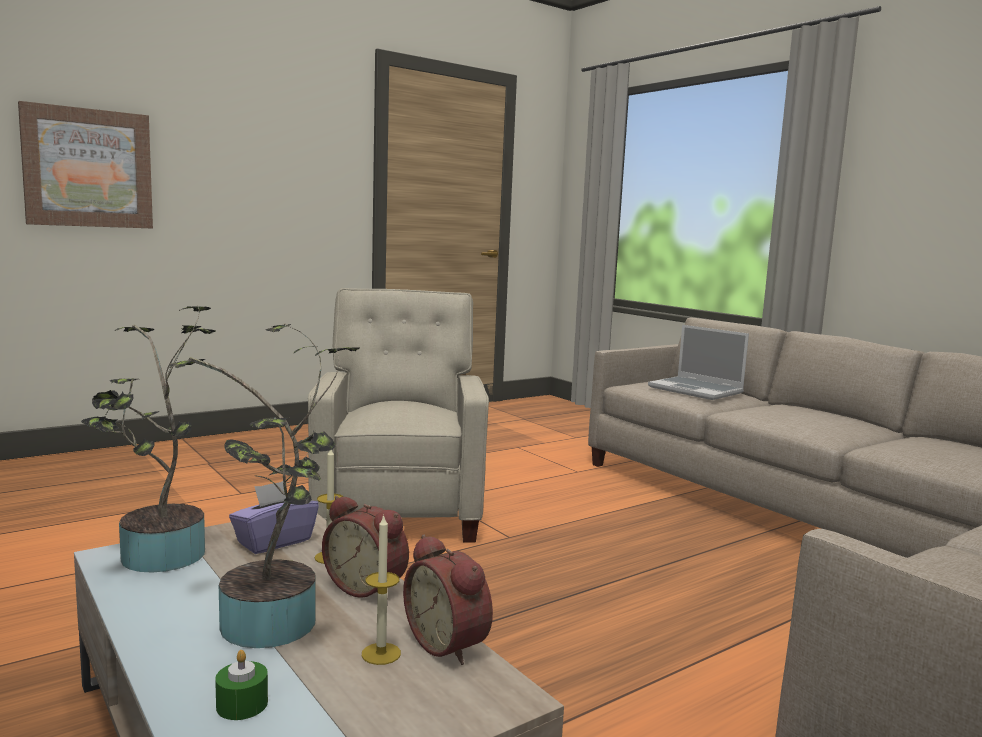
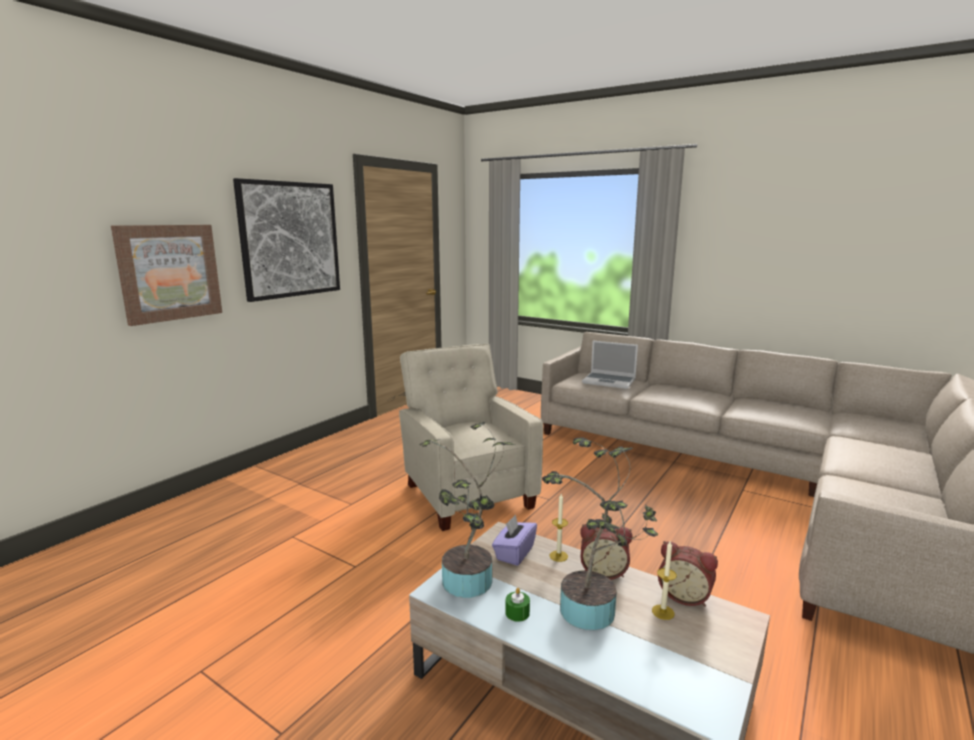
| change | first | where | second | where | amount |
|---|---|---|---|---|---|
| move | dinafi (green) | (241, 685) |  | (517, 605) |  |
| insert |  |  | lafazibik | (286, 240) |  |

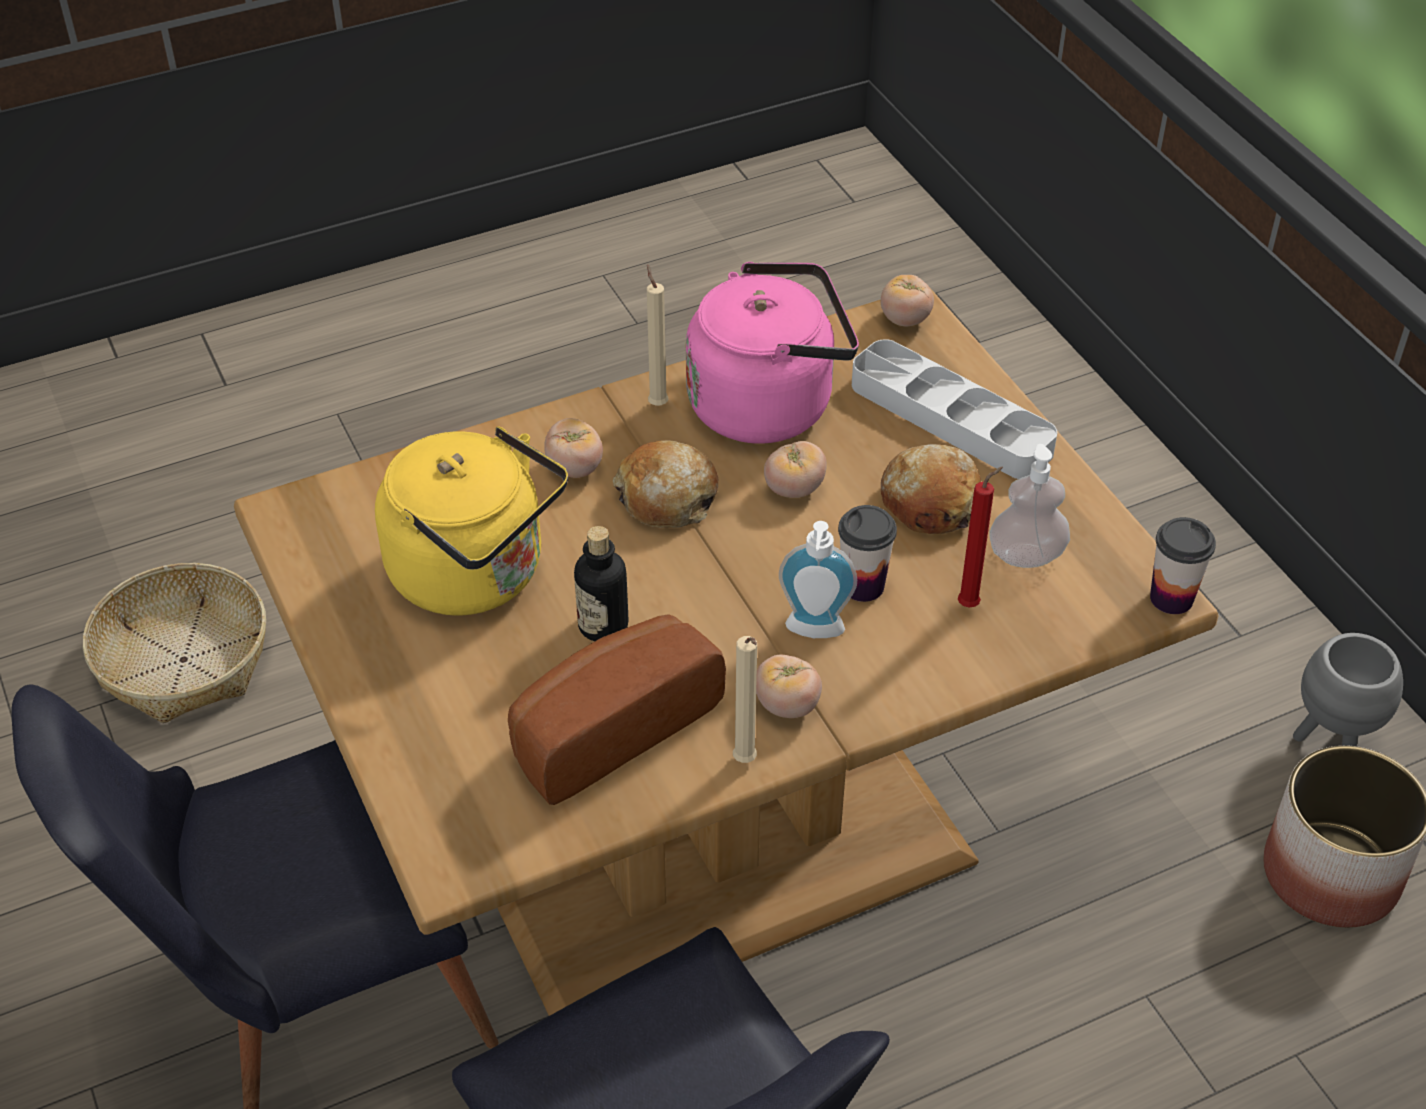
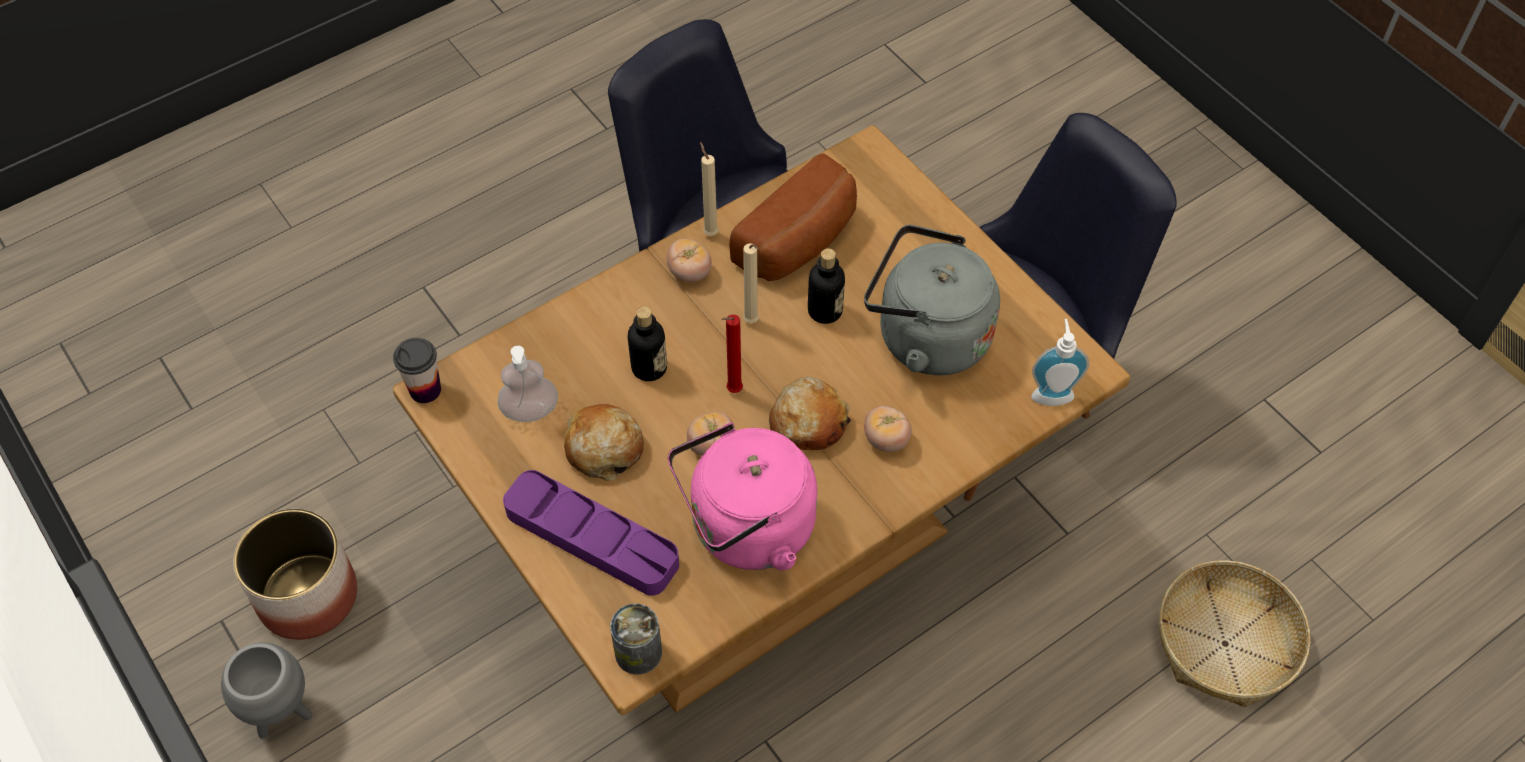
| change | first | where | second | where | amount |
|---|---|---|---|---|---|
| move | dinafi (beige) | (657, 335) |  | (751, 283) |  |
| replace | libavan | (907, 300) | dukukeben | (636, 639) |  |
| recolor | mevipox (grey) | (954, 409) | mevipox (purple) | (591, 533) |  |
| recolor | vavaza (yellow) | (471, 520) | vavaza (grey) | (932, 300) |  |
| move | dinafi (red) | (980, 537) |  | (732, 353) |  |
| replace | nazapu | (867, 553) | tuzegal | (647, 343) |  |
| move | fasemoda | (818, 579) |  | (1060, 362) |  |

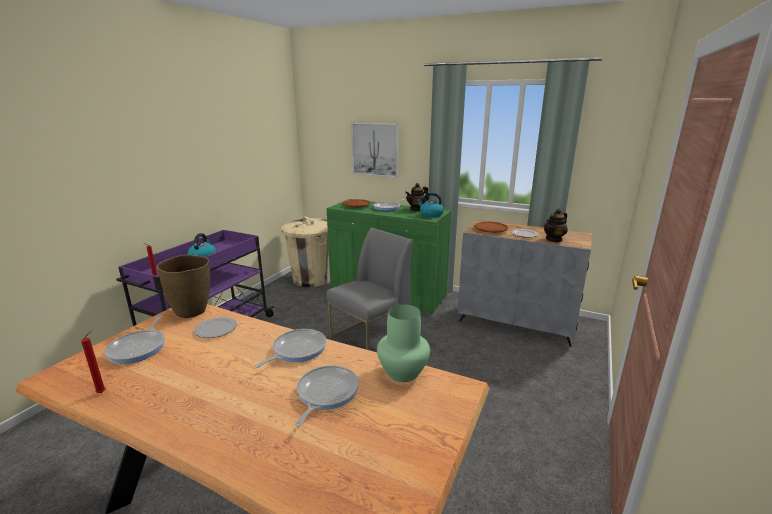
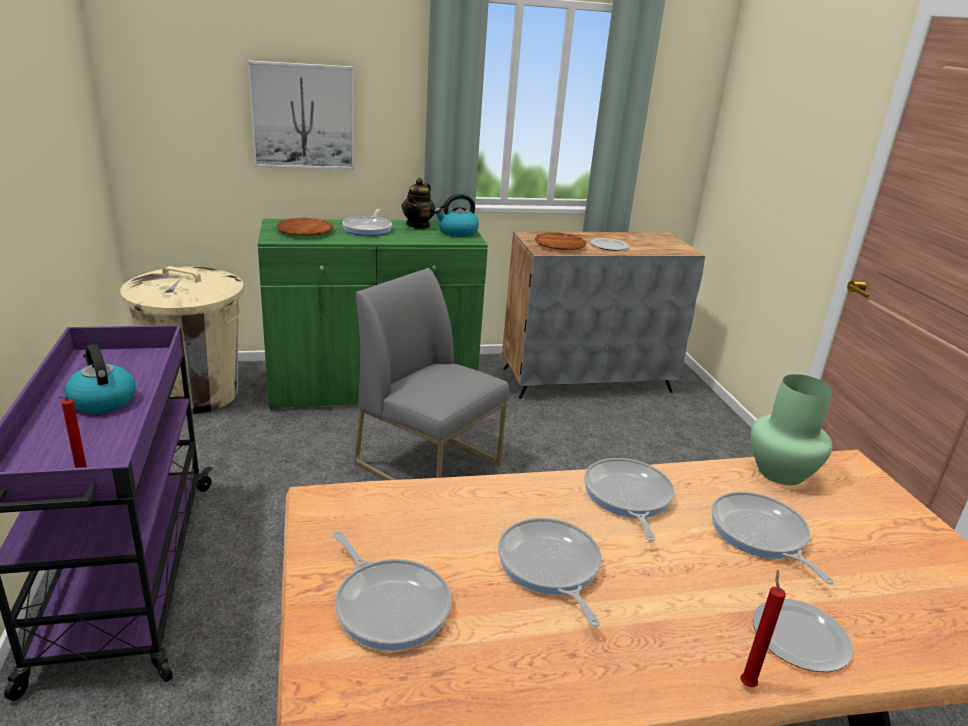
| change | first | where | second | where | amount |
|---|---|---|---|---|---|
| delete | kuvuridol | (556, 225) |  |  |  |
| rotate | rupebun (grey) | (369, 289) |  | (431, 374) | 60 degrees counterclockwise |
| delete | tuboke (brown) | (183, 286) |  |  |  |
| move | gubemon | (215, 327) |  | (803, 635) |  |
| move | dinafi (red) | (93, 361) |  | (763, 628) |  |
| insert |  |  | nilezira | (550, 572) |  |

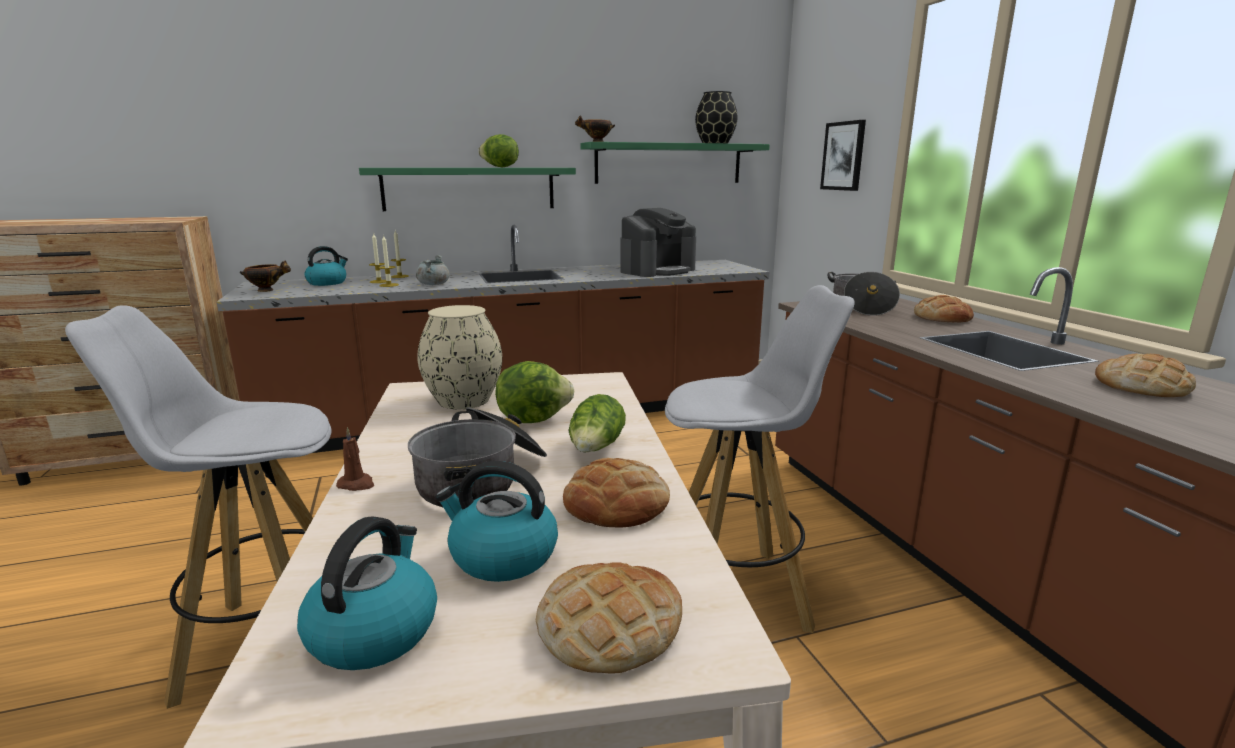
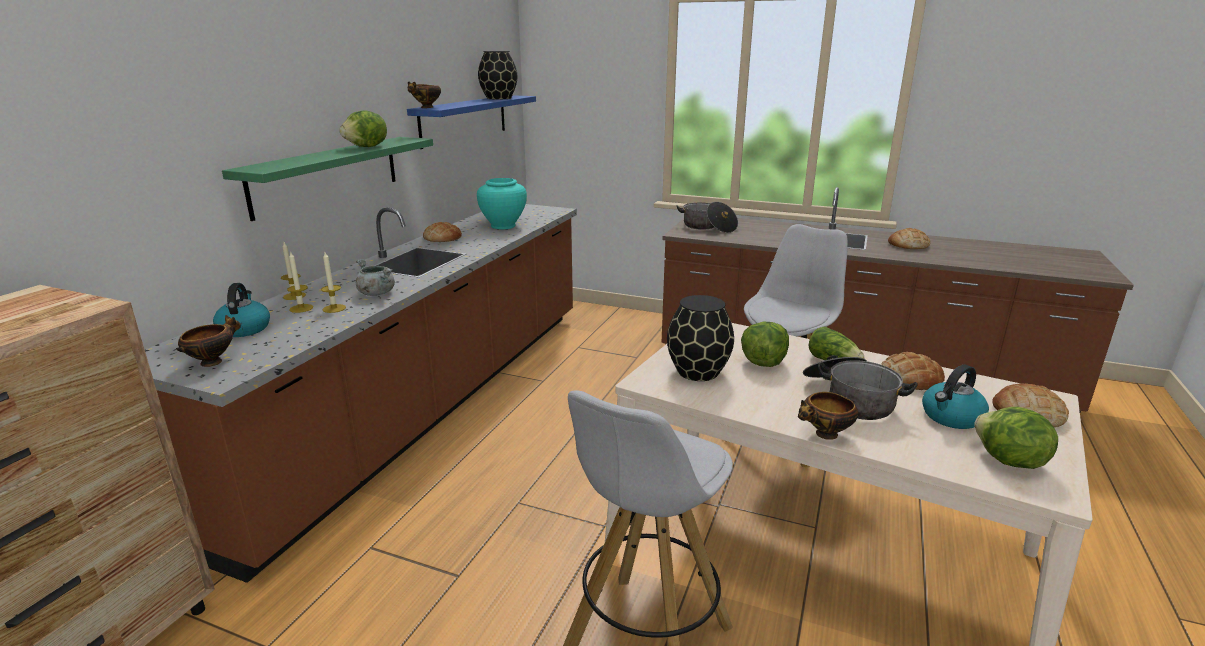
| change | first | where | second | where | amount |
|---|---|---|---|---|---|
| delete | lafazibik | (843, 155) |  |  |  |
| recolor | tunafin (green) | (675, 163) | tunafin (blue) | (471, 122) |  |
| replace | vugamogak | (658, 242) | tuboke (turquoise) | (502, 203) |  |
| move | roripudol | (944, 309) |  | (442, 232) |  |
| recolor | tuboke (beige) | (459, 357) | tuboke (black) | (700, 338) |  |
| replace | dinafi (brown) | (355, 459) | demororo | (828, 416) |  |
| replace | vavaza | (367, 593) | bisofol | (1016, 438) |  |

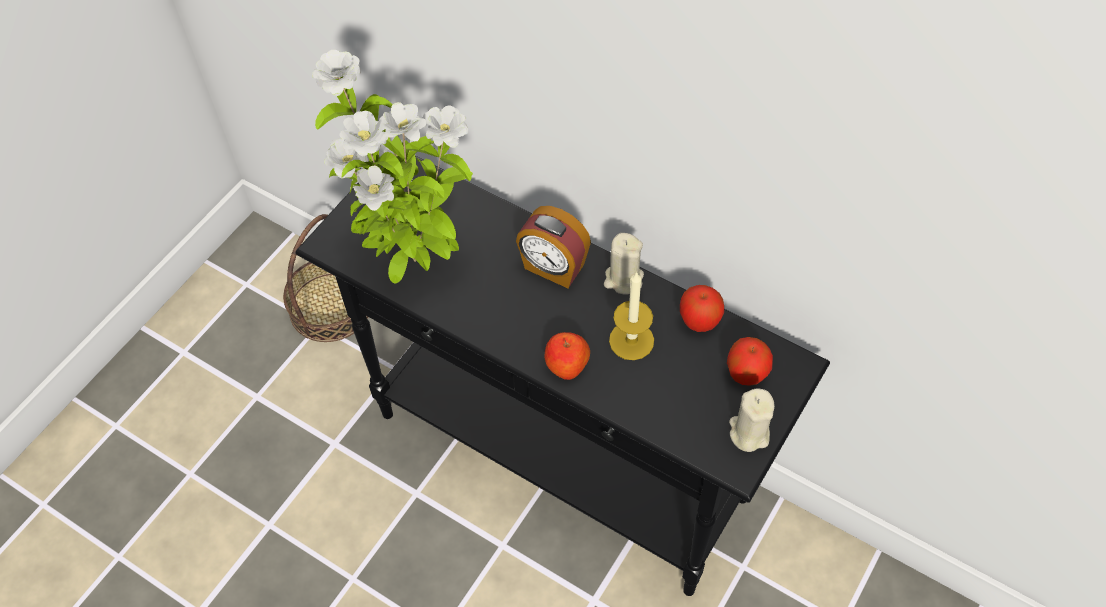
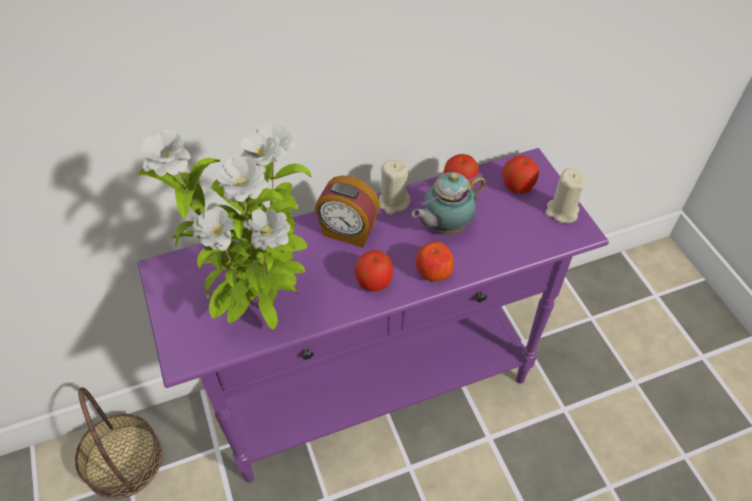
| change | first | where | second | where | amount |
|---|---|---|---|---|---|
| recolor | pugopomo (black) | (562, 376) | pugopomo (purple) | (373, 315) |  |
| rotate | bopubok | (553, 247) |  | (347, 211) | 45 degrees clockwise |
| replace | dinafi | (631, 316) | kuvuridol | (448, 203) |  |
| insert |  |  | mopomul | (374, 271) |  |

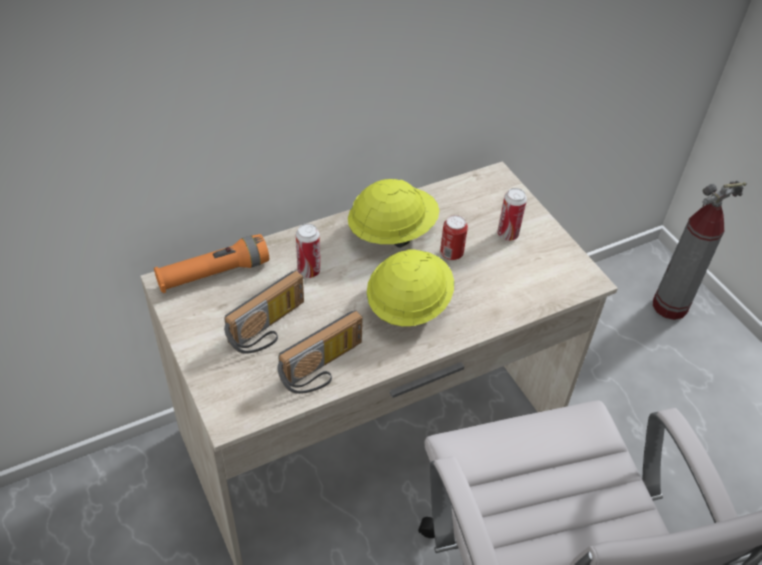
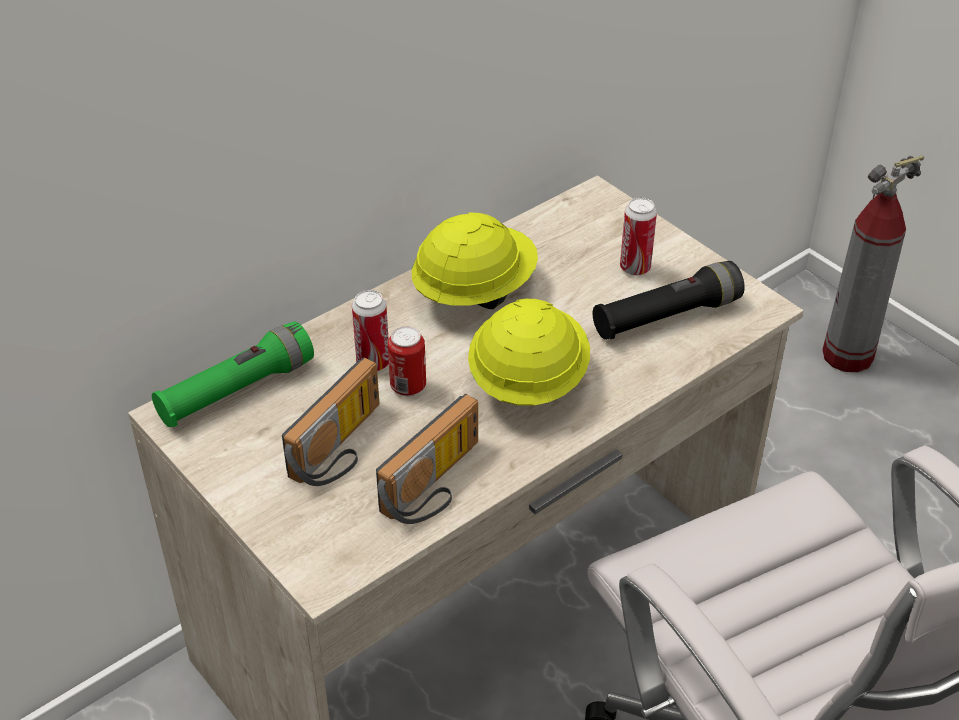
| change | first | where | second | where | amount |
|---|---|---|---|---|---|
| move | dukukeben | (454, 238) |  | (407, 361) |  |
| recolor | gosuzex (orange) | (211, 263) | gosuzex (green) | (233, 374) |  |
| insert |  |  | gosuzex (black) | (669, 300) |  |

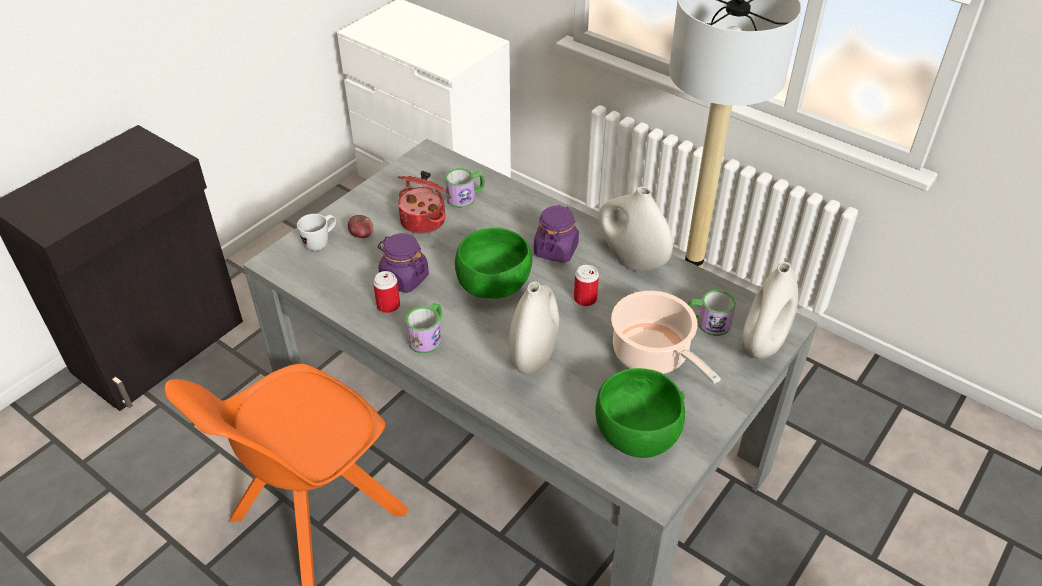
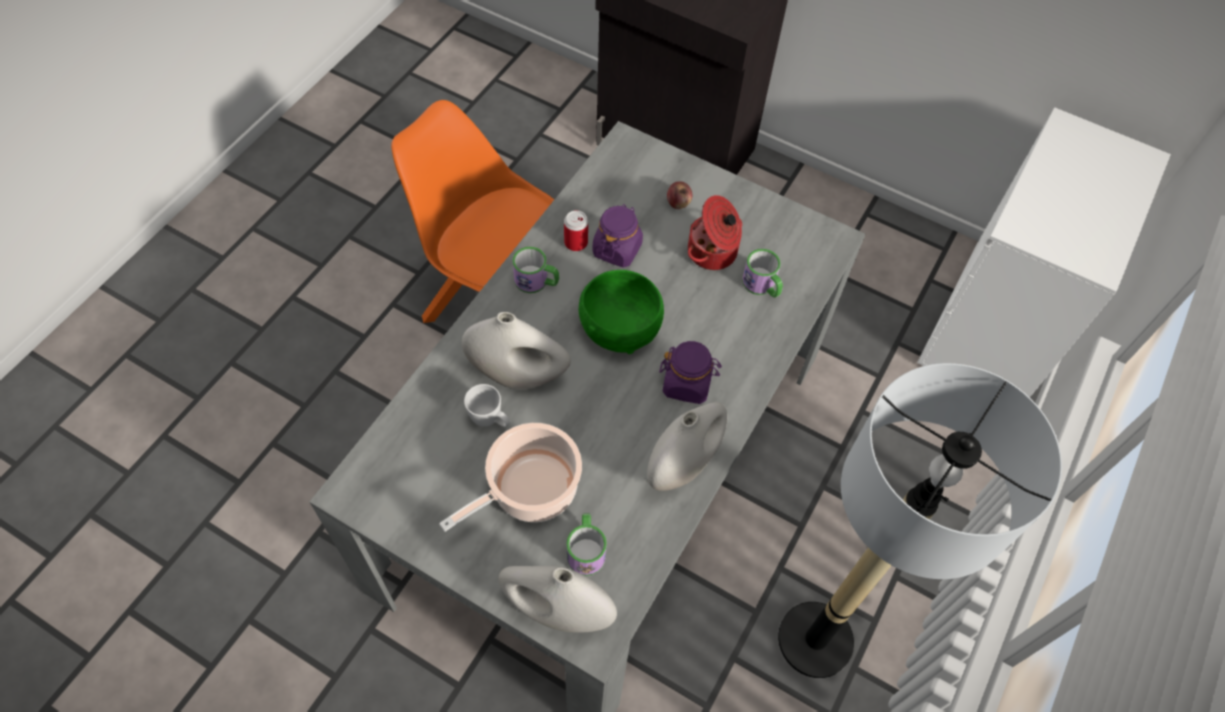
| change | first | where | second | where | amount |
|---|---|---|---|---|---|
| move | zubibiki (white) | (316, 232) |  | (487, 405) |  |
| delete | dukukeben | (586, 285) |  |  |  |
| delete | demororo (green) | (640, 413) |  |  |  |

